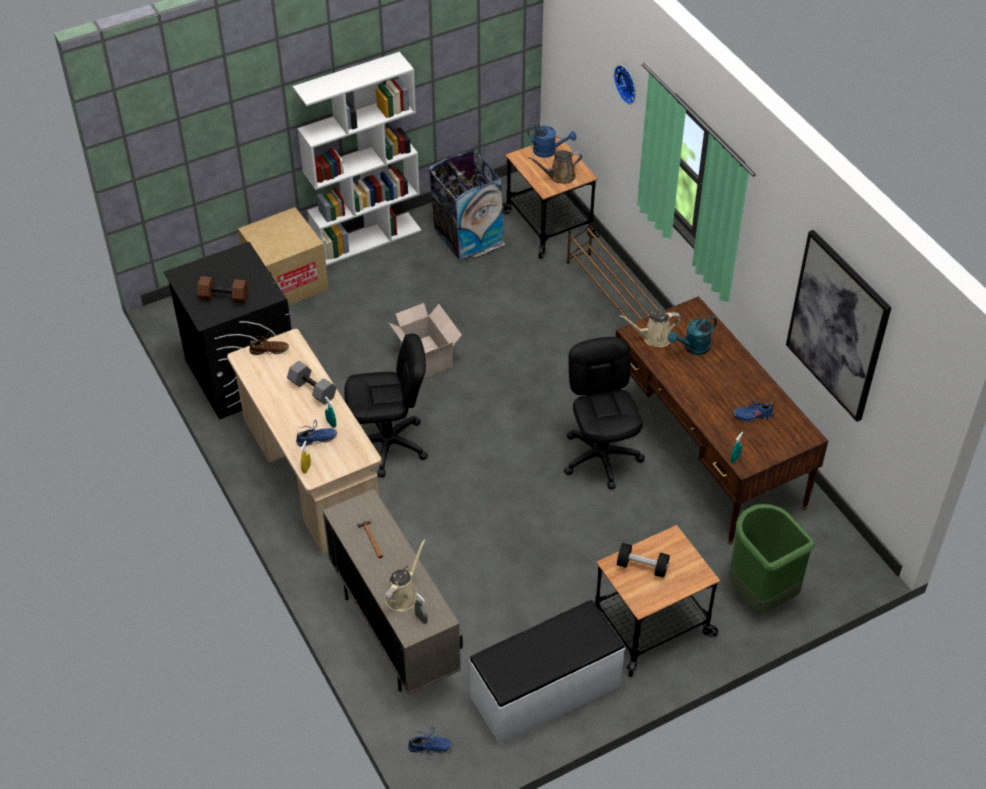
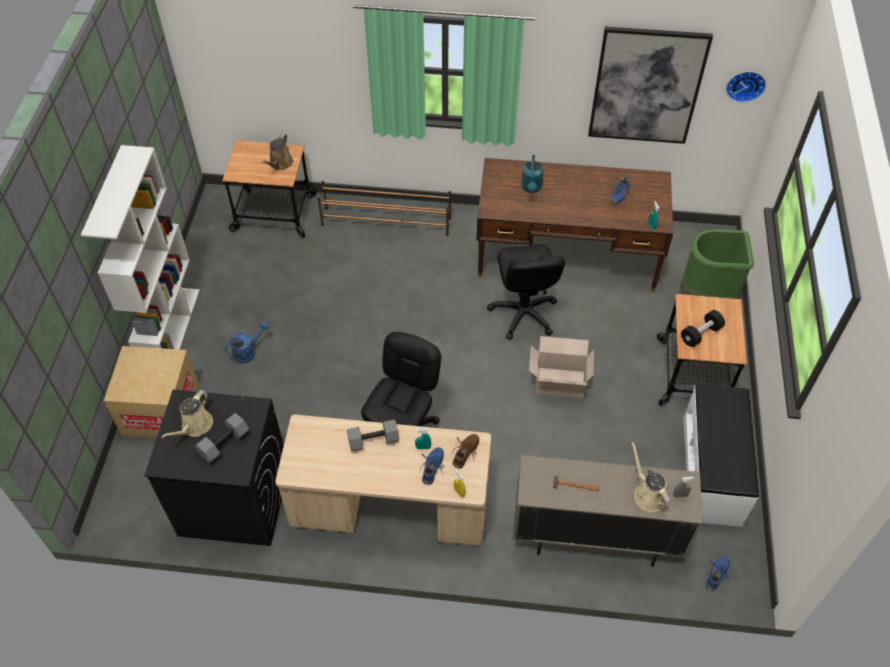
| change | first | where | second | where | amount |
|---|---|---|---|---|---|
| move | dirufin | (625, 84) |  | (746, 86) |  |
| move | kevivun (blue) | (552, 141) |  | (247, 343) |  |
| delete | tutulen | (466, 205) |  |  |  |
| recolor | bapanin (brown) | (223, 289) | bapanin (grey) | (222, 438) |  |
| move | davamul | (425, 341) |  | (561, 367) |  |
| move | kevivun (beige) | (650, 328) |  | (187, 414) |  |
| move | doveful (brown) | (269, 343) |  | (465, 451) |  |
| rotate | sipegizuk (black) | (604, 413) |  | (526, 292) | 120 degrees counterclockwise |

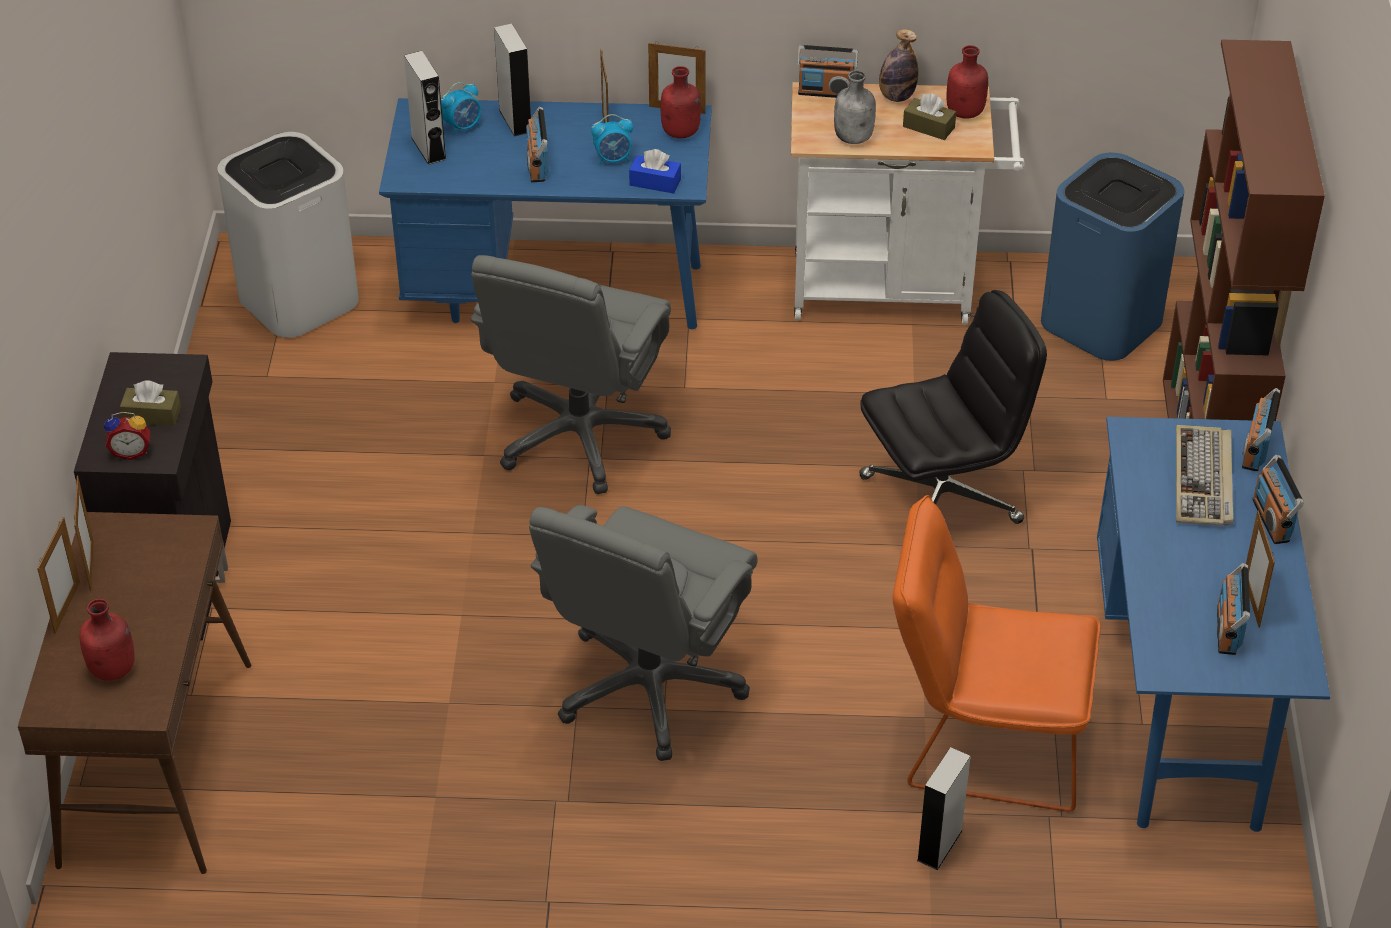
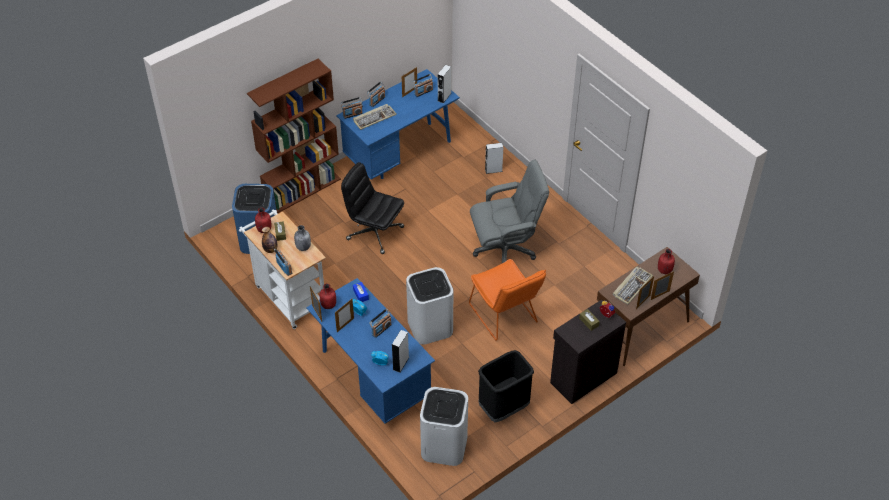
| change | first | where | second | where | amount |
|---|---|---|---|---|---|
| move | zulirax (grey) | (512, 80) |  | (444, 84) |  |
| replace | sipegizuk (grey) | (570, 374) | tutulen (white) | (429, 306) |  |
| move | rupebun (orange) | (997, 653) |  | (507, 300) |  |
| insert |  |  | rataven | (633, 285) |  |
| insert |  |  | tutulen (black) | (506, 386) |  |

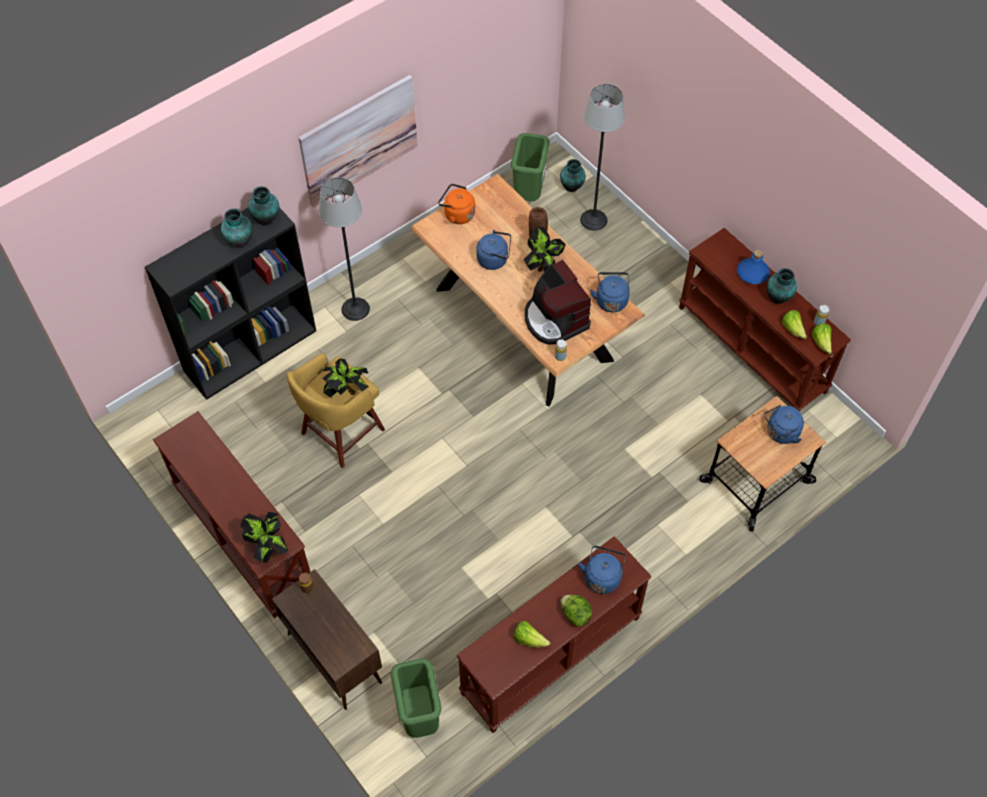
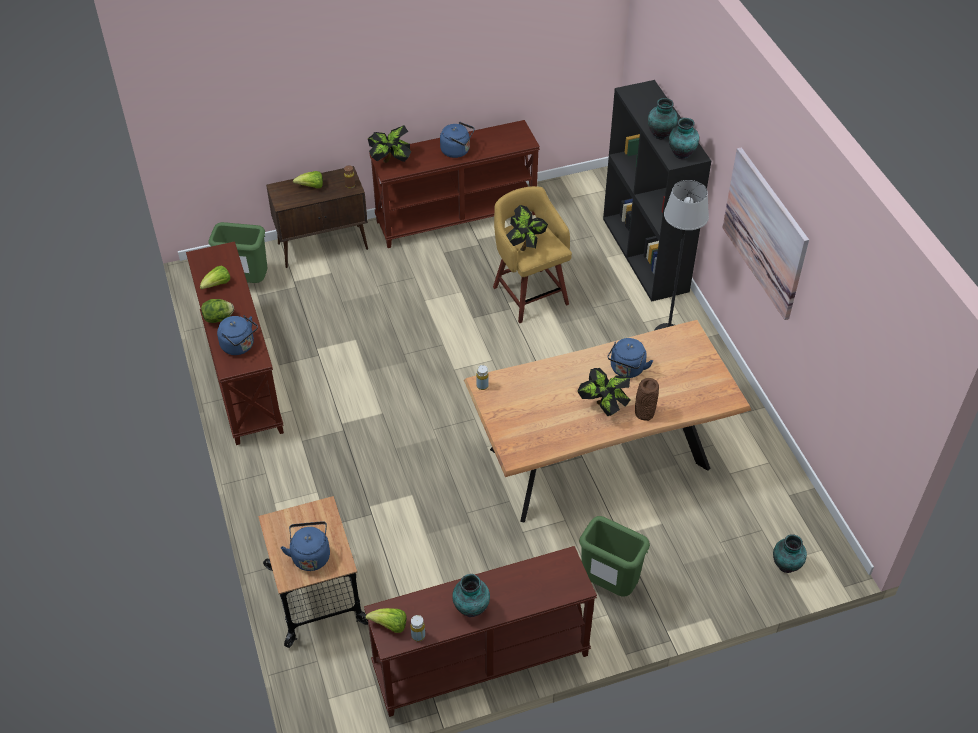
| change | first | where | second | where | amount |
|---|---|---|---|---|---|
| delete | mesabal | (602, 157) |  |  |  |
| move | tutulen (green) | (530, 167) |  | (614, 556) |  |
| delete | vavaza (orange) | (456, 204) |  |  |  |
| delete | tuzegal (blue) | (753, 267) |  |  |  |
| delete | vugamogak | (558, 302) |  |  |  |
| move | vavaza (blue) | (610, 292) |  | (457, 140) |  |
| move | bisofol | (794, 324) |  | (308, 179) |  |

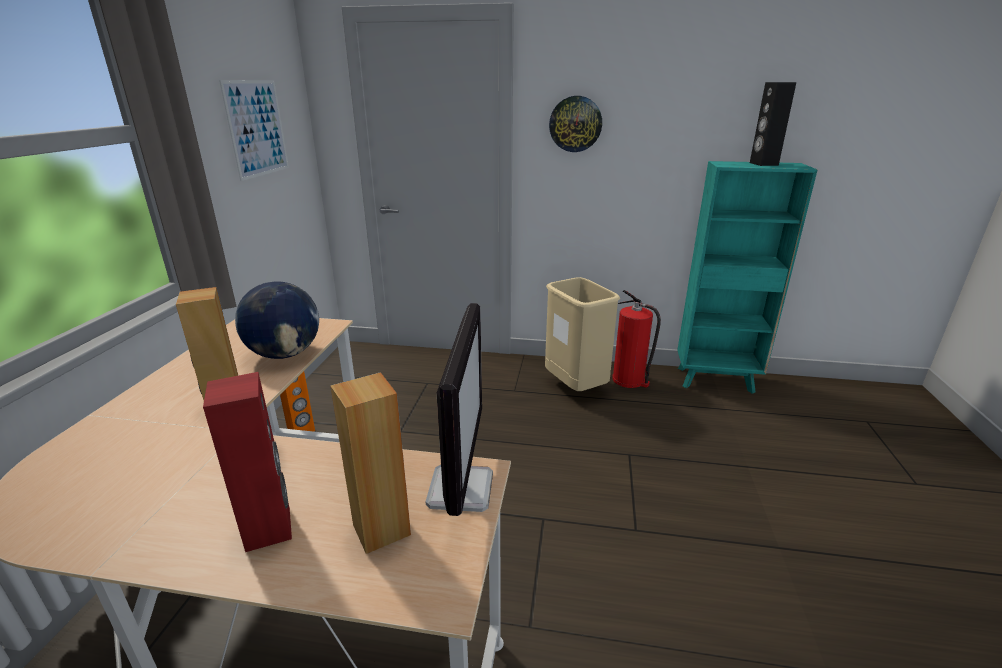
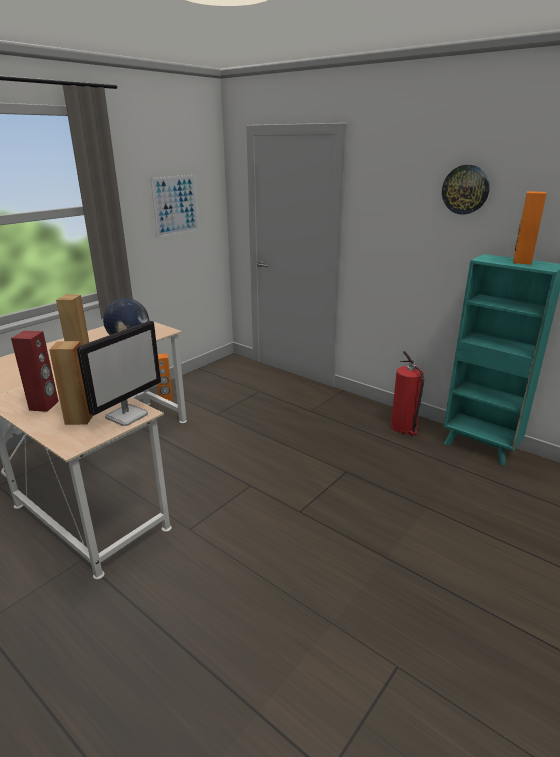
| change | first | where | second | where | amount |
|---|---|---|---|---|---|
| recolor | zulirax (black) | (773, 124) | zulirax (orange) | (530, 228) |  |
| move | dirufin | (575, 124) |  | (466, 190) |  |
| delete | tutulen (beige) | (582, 334) |  |  |  |

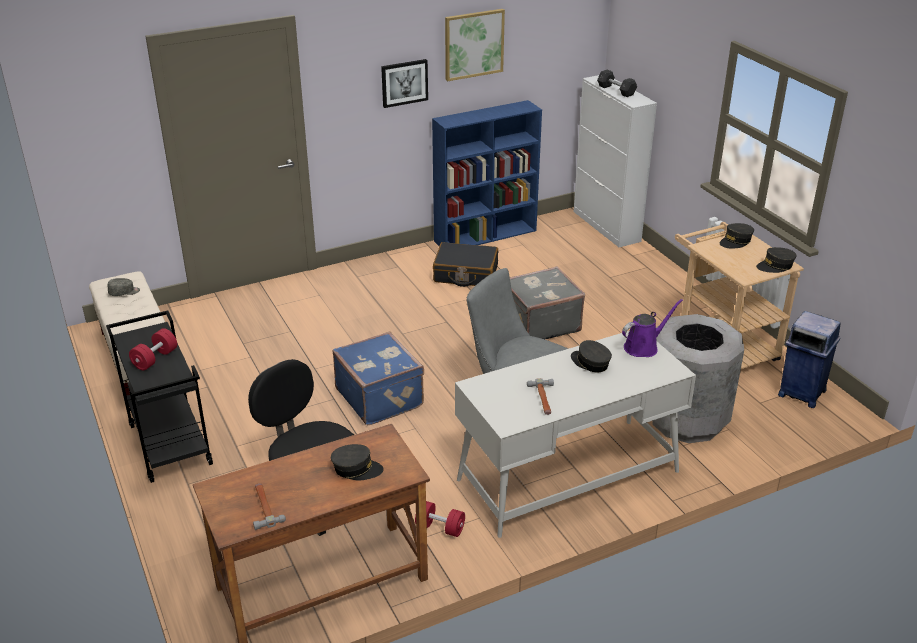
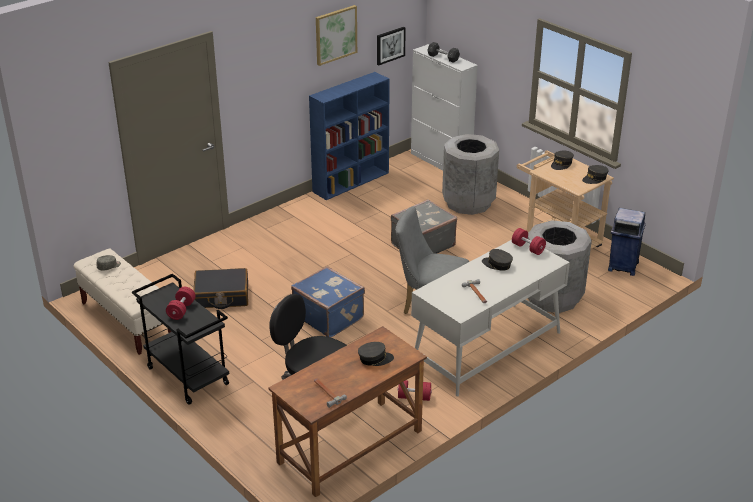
| change | first | where | second | where | amount |
|---|---|---|---|---|---|
| move | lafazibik | (404, 83) |  | (391, 46) |  |
| move | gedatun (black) | (465, 264) |  | (221, 288) |  |
| replace | kevivun (purple) | (652, 328) | bapanin (red) | (529, 241) |  |
| insert |  |  | tutulen (grey) | (470, 174) |  |

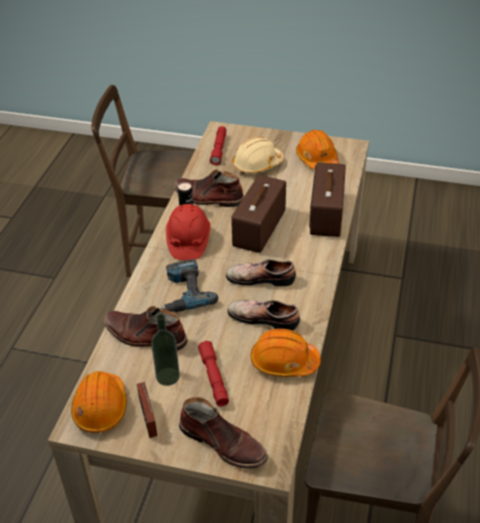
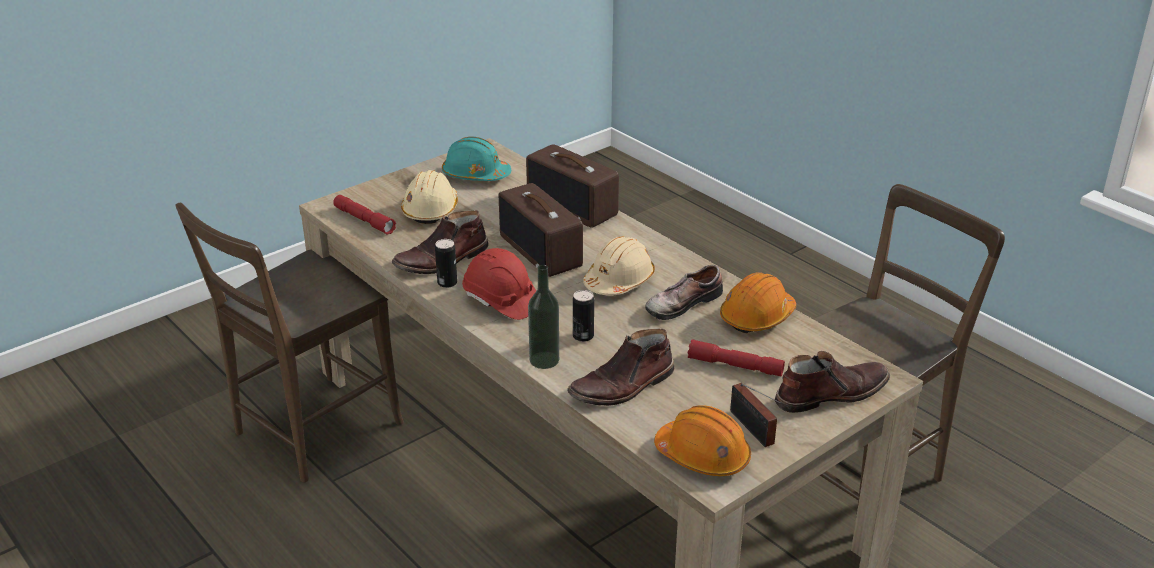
| change | first | where | second | where | amount |
|---|---|---|---|---|---|
| recolor | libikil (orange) | (317, 150) | libikil (turquoise) | (476, 159) |  |
| replace | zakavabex | (189, 285) | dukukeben | (583, 316) |  |
| replace | doveful | (261, 272) | libikil (beige) | (619, 266) |  |
| move | tuzegal | (165, 350) |  | (543, 317) |  |
| rotate | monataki | (147, 410) |  | (756, 415) | 45 degrees clockwise |

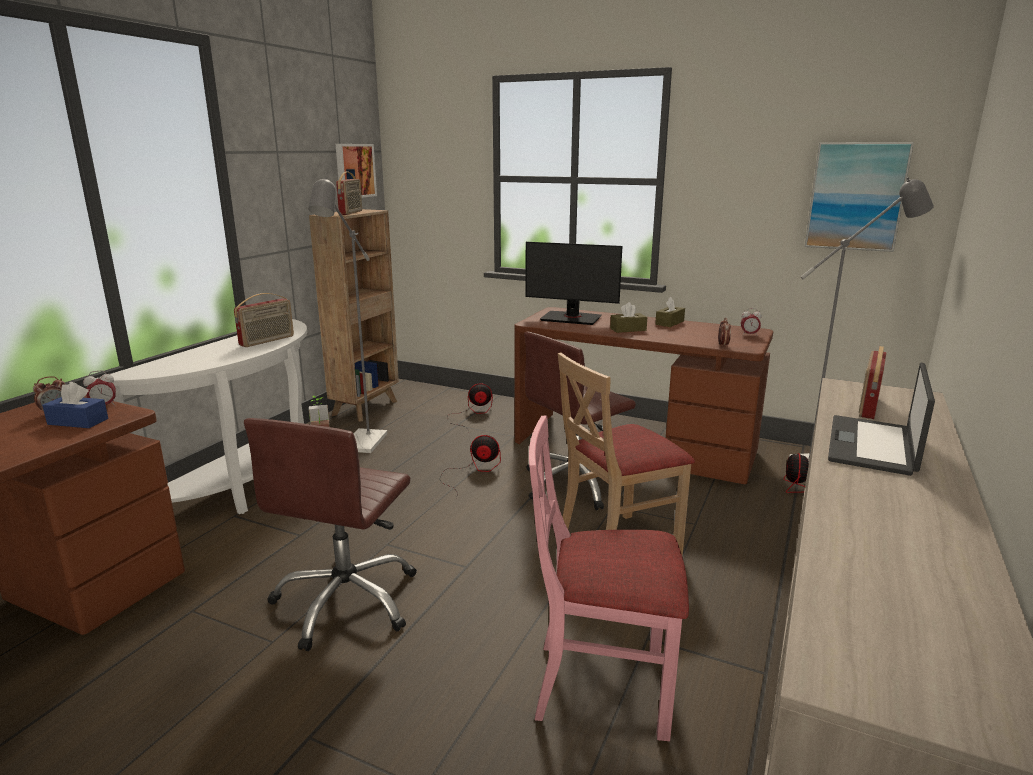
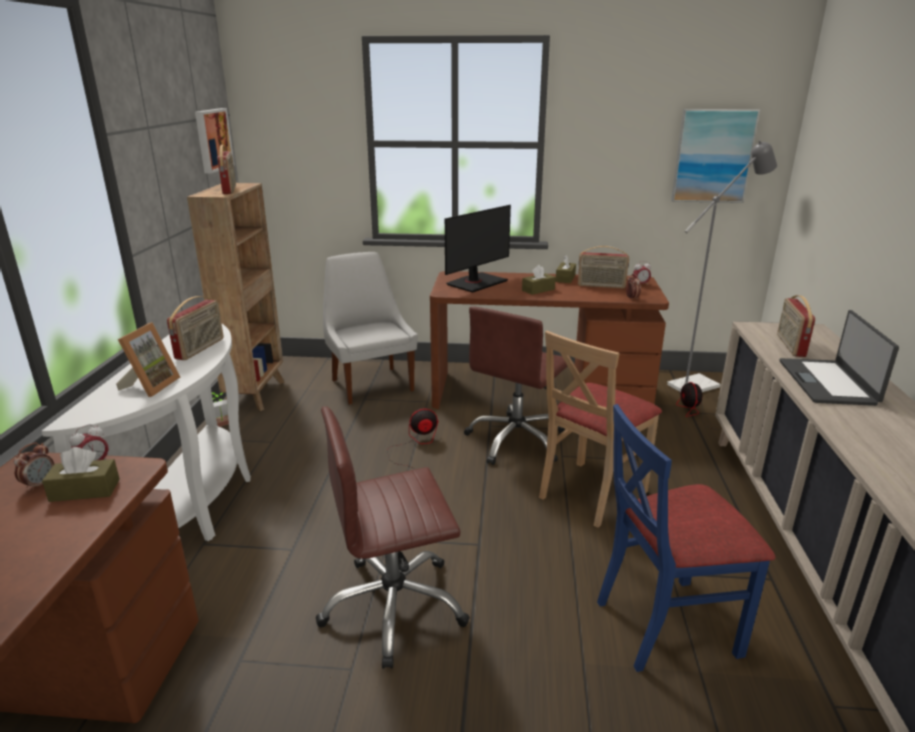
| change | first | where | second | where | amount |
|---|---|---|---|---|---|
| delete | mesabal (grey) | (347, 314) |  |  |  |
| rotate | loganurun | (573, 283) |  | (478, 249) | 45 degrees counterclockwise |
| recolor | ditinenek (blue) | (75, 405) | ditinenek (brown) | (81, 474) |  |
| replace | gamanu | (470, 408) | rupebun (white) | (370, 328) |  |
| recolor | rupebun (pink) | (609, 578) | rupebun (blue) | (686, 538) |  |
| rotate | sipegizuk (brown) | (330, 534) |  | (393, 537) | 75 degrees clockwise |
| insert |  |  | monataki | (603, 267) |  |
| insert |  |  | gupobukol | (148, 359) |  |

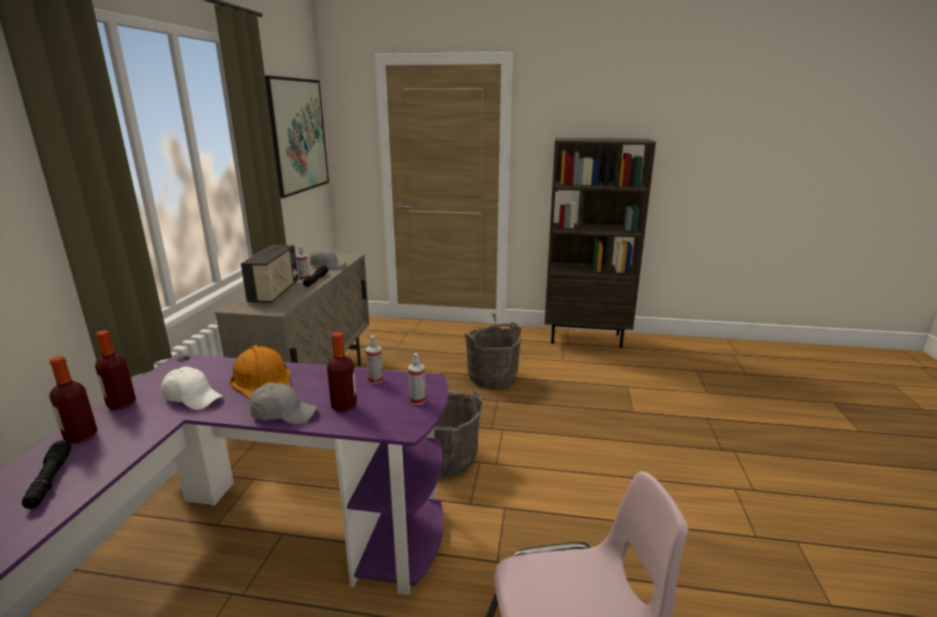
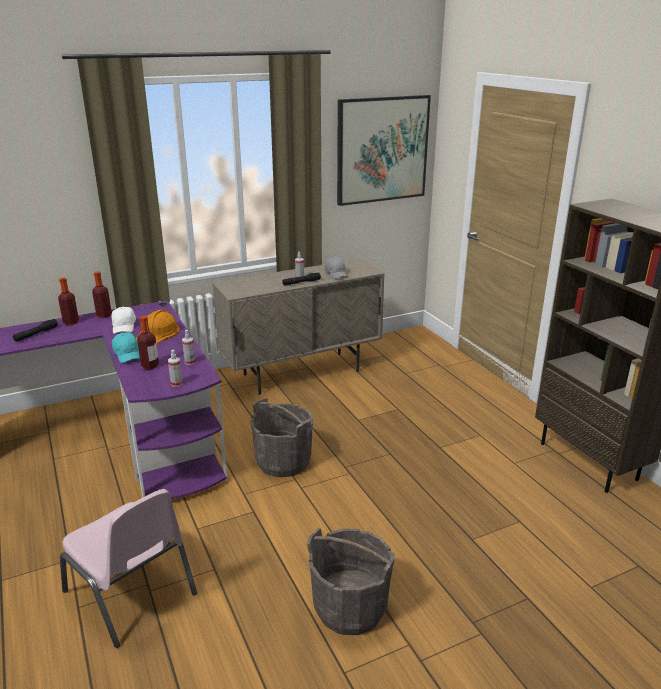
| change | first | where | second | where | amount |
|---|---|---|---|---|---|
| delete | monataki | (269, 274) |  |  |  |
| move | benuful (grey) | (493, 355) |  | (351, 581) |  |
| recolor | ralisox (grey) | (283, 403) | ralisox (turquoise) | (126, 347) |  |

